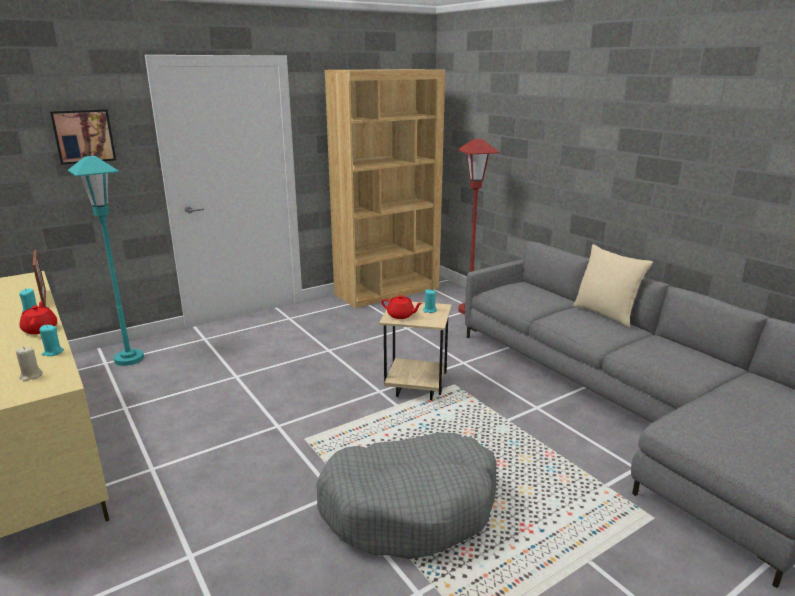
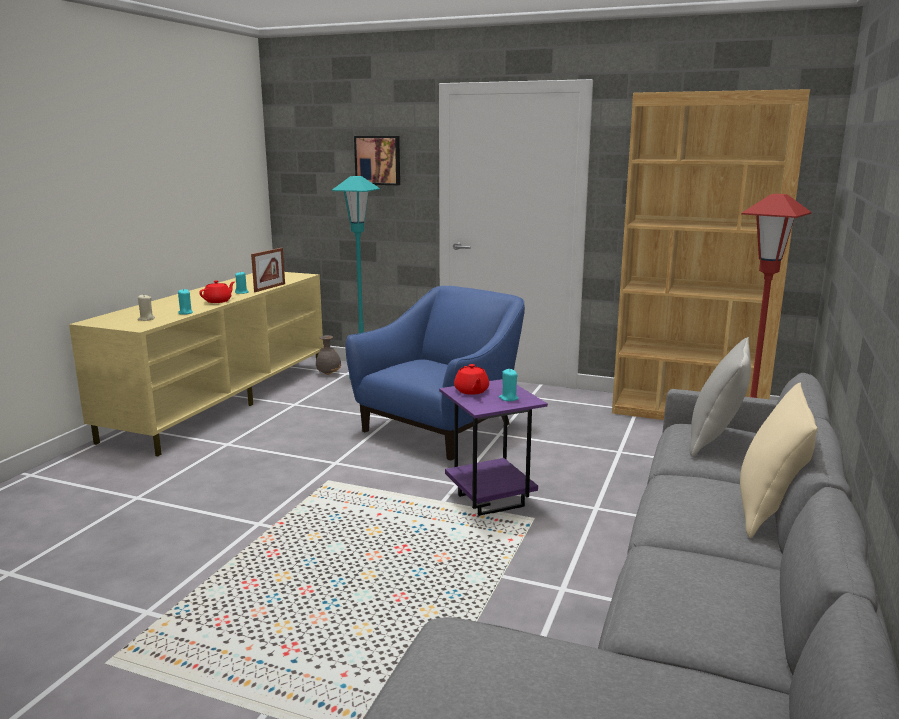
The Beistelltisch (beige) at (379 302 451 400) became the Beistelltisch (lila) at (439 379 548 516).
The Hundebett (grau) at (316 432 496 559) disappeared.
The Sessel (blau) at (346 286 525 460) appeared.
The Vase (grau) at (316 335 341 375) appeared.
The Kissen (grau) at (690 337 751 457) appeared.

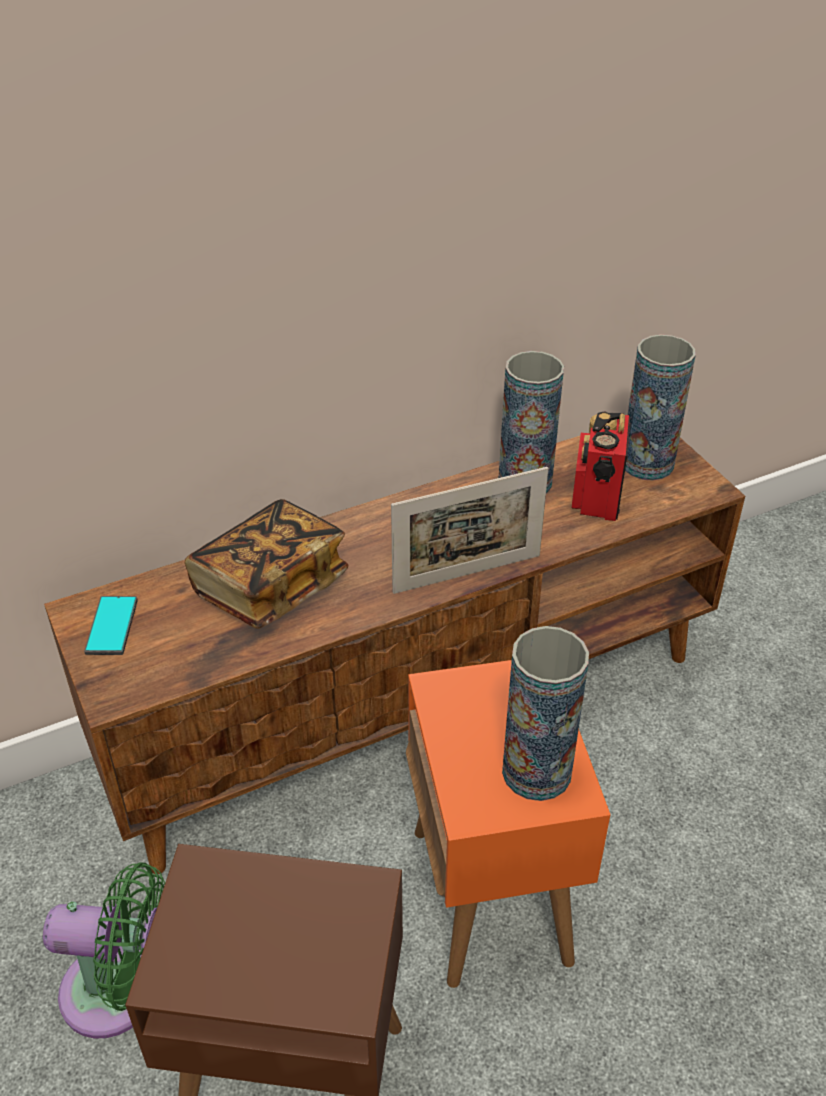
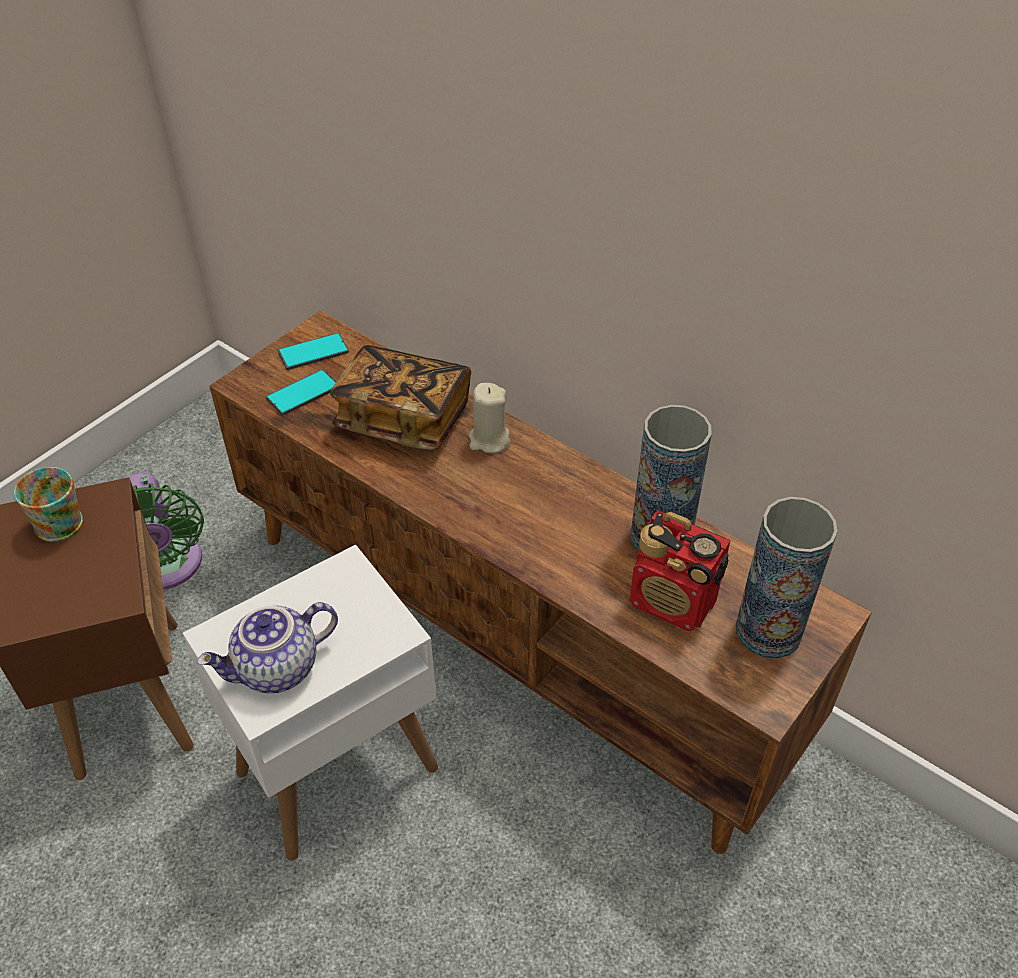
The Radio at (571 411 631 521) turned 135 degrees counterclockwise.
The Bilderrahmen at (391 467 548 594) disappeared.
The Vase at (502 626 589 801) was replaced by the Teekanne at (197 602 338 693).
The Beistelltisch (orange) at (406 660 610 988) became the Beistelltisch (weiß) at (183 545 438 861).
The Handy at (266 369 336 416) appeared.
The Kerze (beige) at (469 383 510 453) appeared.
The Henkelbecher at (14 467 83 542) appeared.

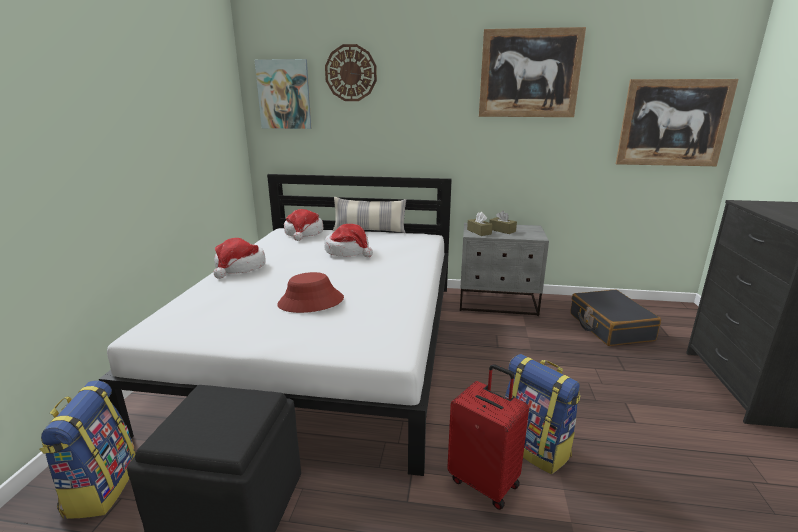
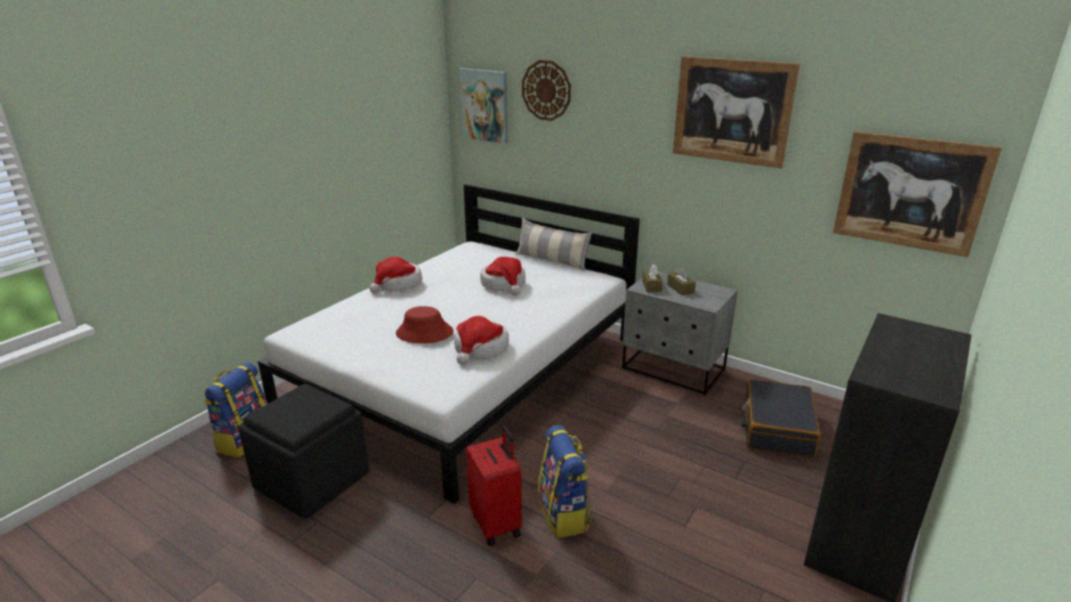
The Hut moved from (284 209 323 241) to (454 316 509 365).

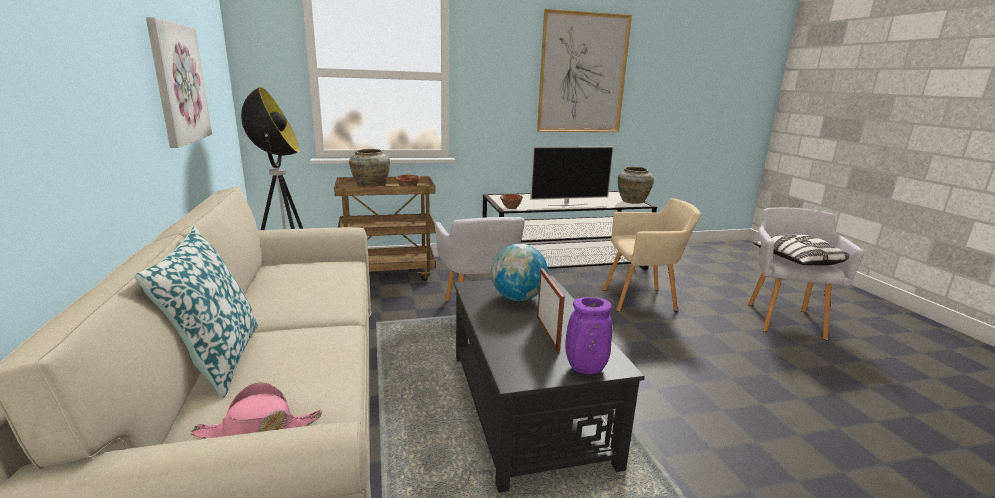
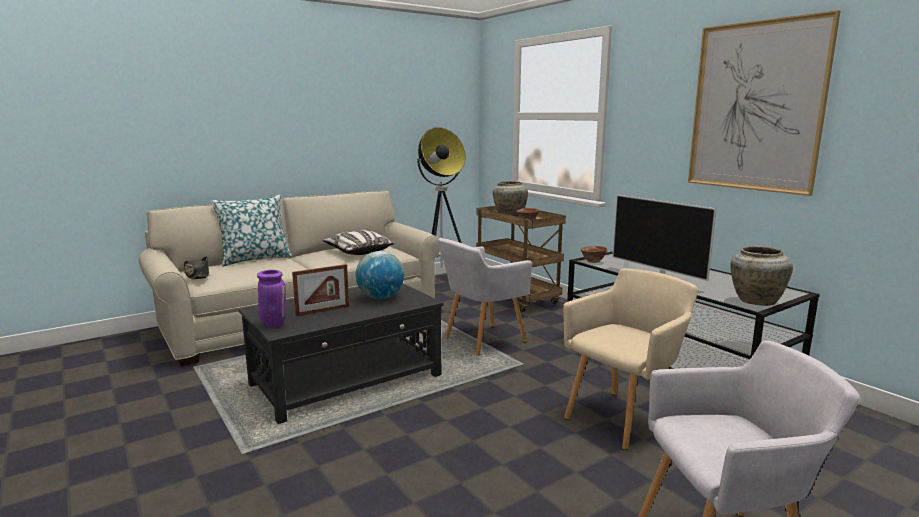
The Bild at (146 17 212 148) disappeared.
The Sessel (beige) at (603 198 701 311) turned 105 degrees counterclockwise.
The Kissen moved from (753 234 849 266) to (323 230 395 255).
The Hut (rosa) at (191 382 322 439) became the Hut (schwarz) at (184 256 209 279).

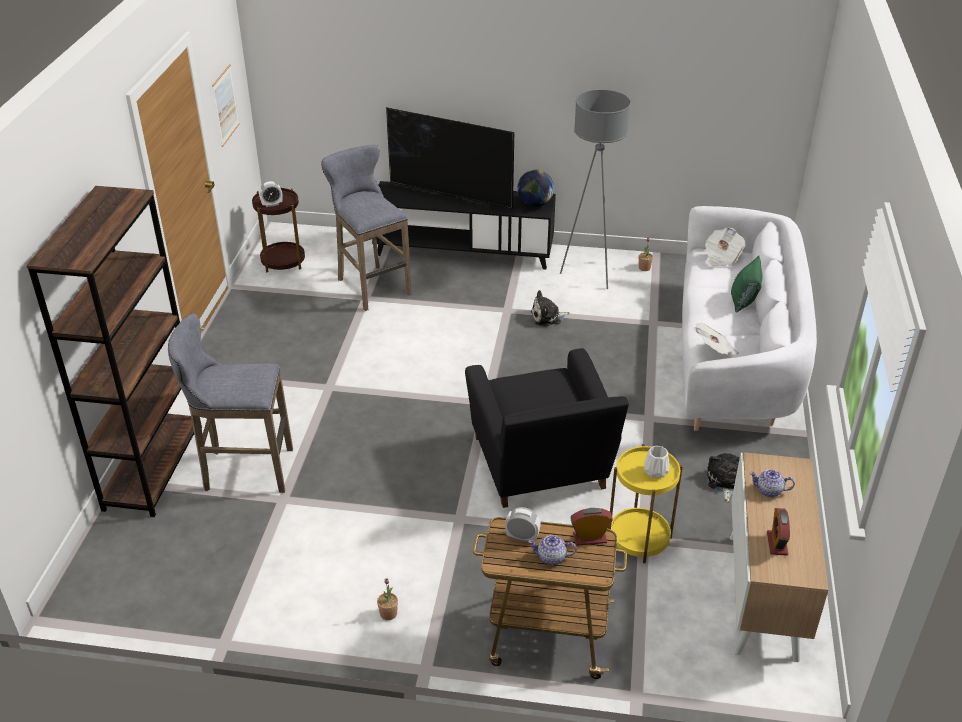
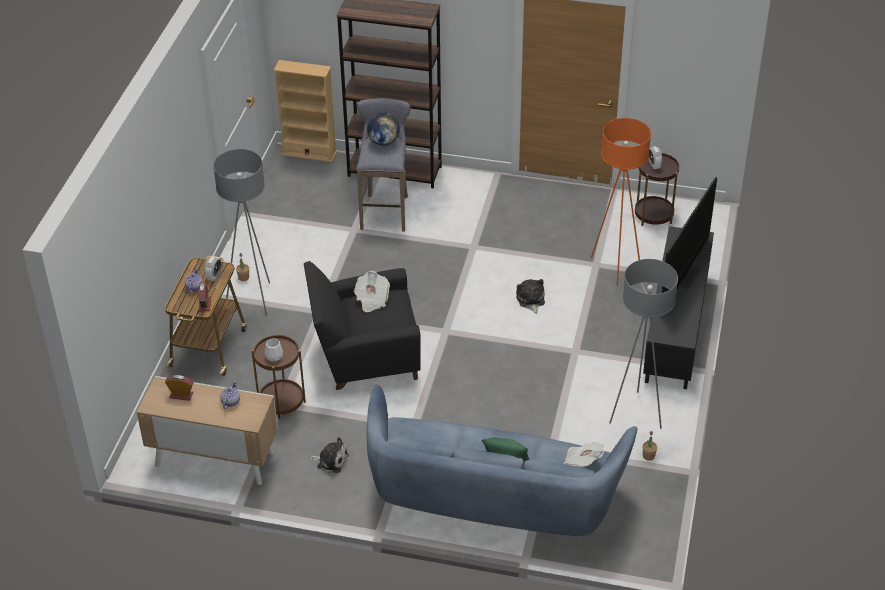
The Bild at (212 64 239 147) disappeared.
The Hocker (grau) at (321 145 412 311) was replaced by the Stehlampe (orange) at (591 118 651 286).
The Globus moved from (517 170 554 207) to (367 113 400 146).
The Sofa (weiß) at (682 206 817 431) became the Sofa (blau) at (367 385 637 538).
The Plüschtier moved from (531 290 569 327) to (516 279 545 314).
The Zeitung moved from (693 323 739 355) to (354 271 390 312).
The Beistelltisch (gelb) at (608 444 683 563) became the Beistelltisch (braun) at (251 333 306 419).
The Bücherregal (beige) at (274 60 337 162) appeared.
The Stehlampe (grau) at (213 149 270 316) appeared.

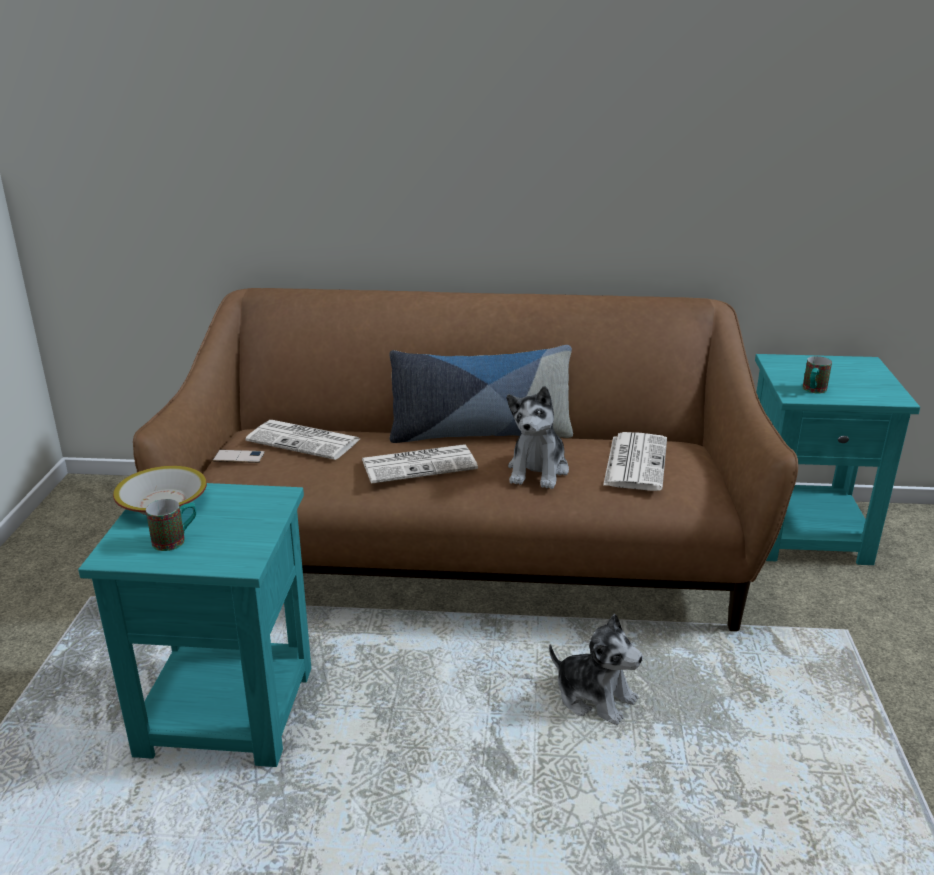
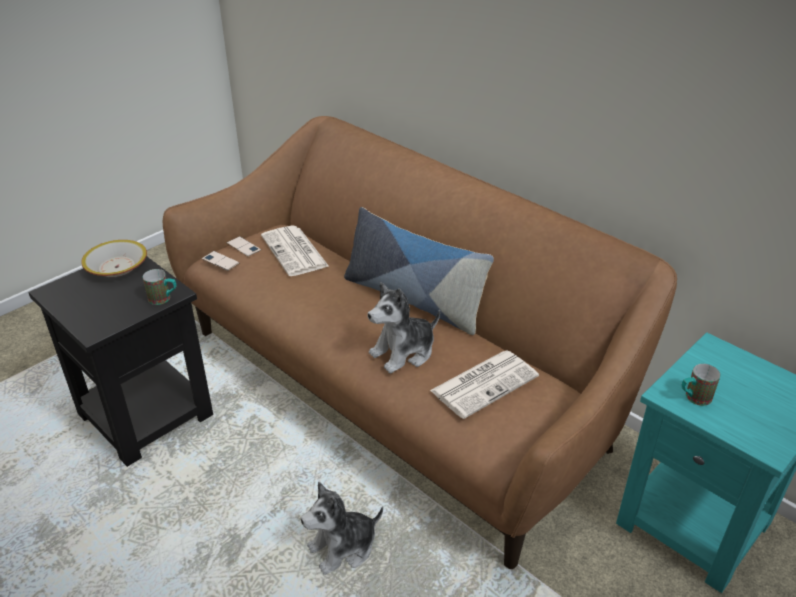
The Zeitung at (362 444 478 484) disappeared.
The Beistelltisch (türkis) at (78 483 311 767) became the Beistelltisch (schwarz) at (28 257 213 467).
The Henkelbecher moved from (146 499 196 551) to (143 269 177 305).
The Plüschtier at (549 614 643 725) turned 75 degrees clockwise.
The Handy at (202 251 239 271) appeared.

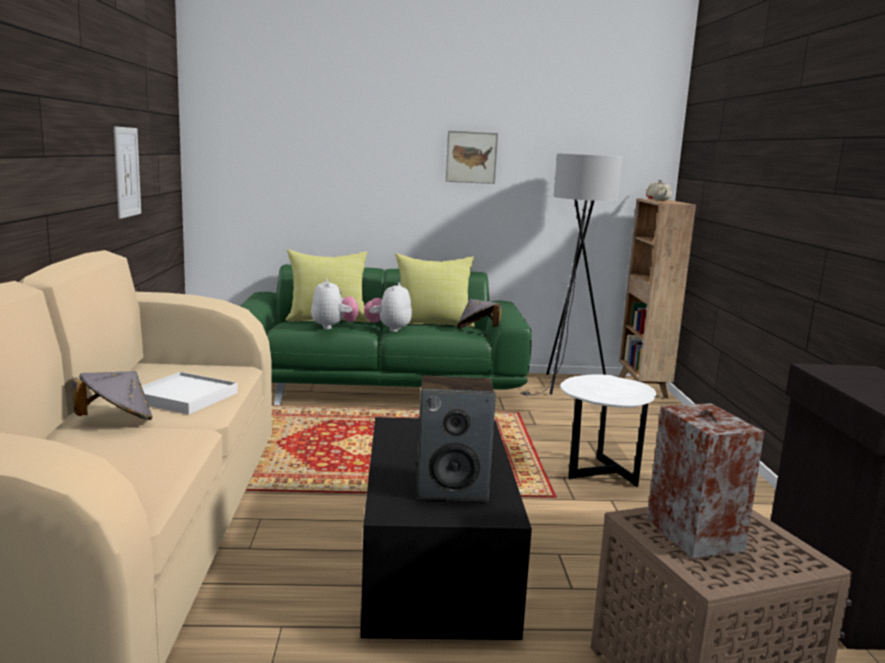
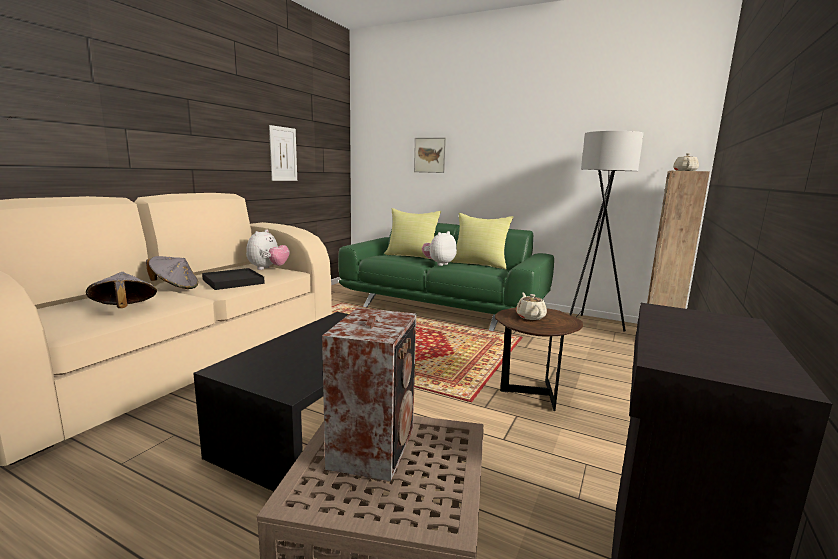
The Bild moved from (446 131 498 184) to (414 138 446 173).
The Plüschtier moved from (311 279 359 329) to (246 229 289 270).
The Hut (grau) moved from (457 299 501 329) to (86 272 157 308).
The Tablett (weiß) at (142 372 238 414) became the Tablett (schwarz) at (202 268 265 290).
The Beistelltisch (weiß) at (560 374 656 487) became the Beistelltisch (braun) at (495 308 583 411).
The Lautsprecher at (416 376 496 502) disappeared.
The Teekanne (beige) at (516 293 547 320) appeared.

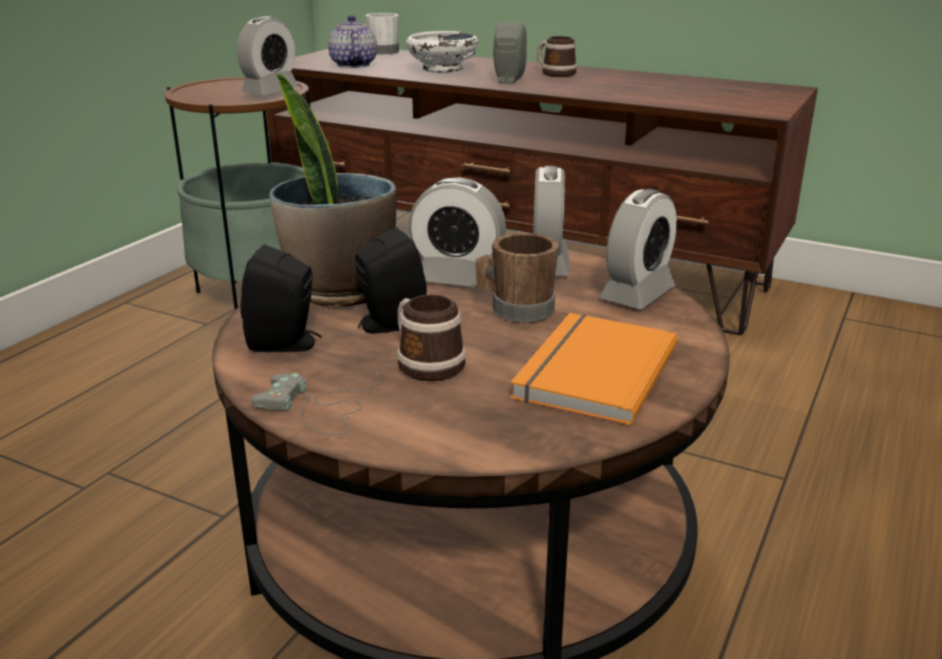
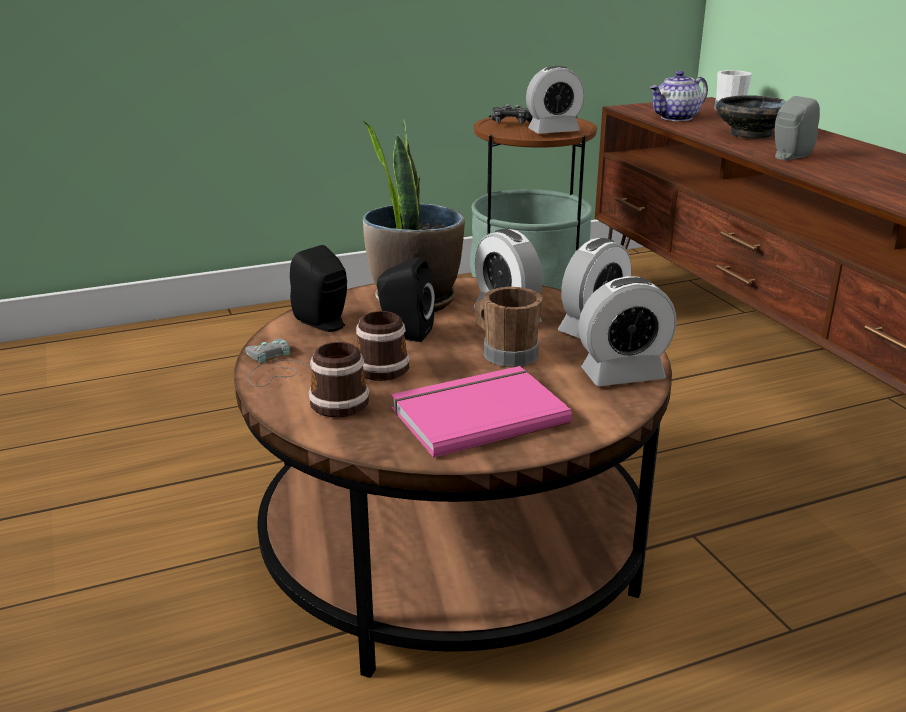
The Teekanne at (328 15 377 68) turned 150 degrees counterclockwise.
The Schüssel (weiß) at (406 31 478 73) became the Schüssel (schwarz) at (716 95 787 139).
The Henkelbecher moved from (537 36 577 77) to (309 342 369 417).
The Buch (orange) at (510 313 678 426) became the Buch (rosa) at (391 366 572 458).
The Gamepad at (492 104 533 124) appeared.

